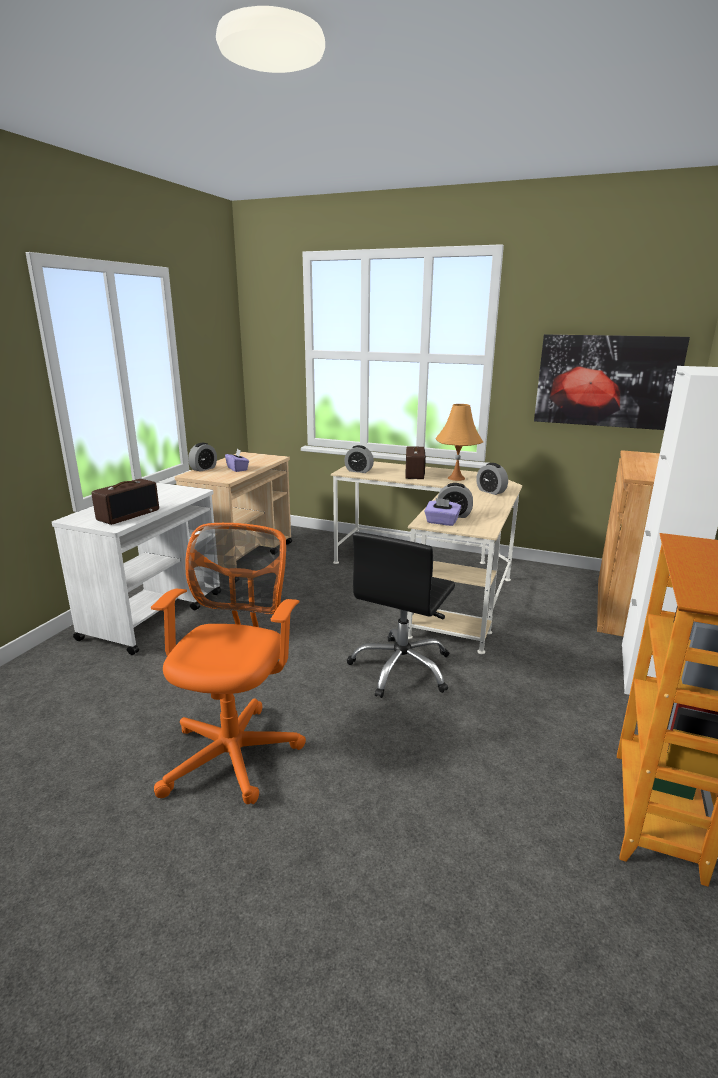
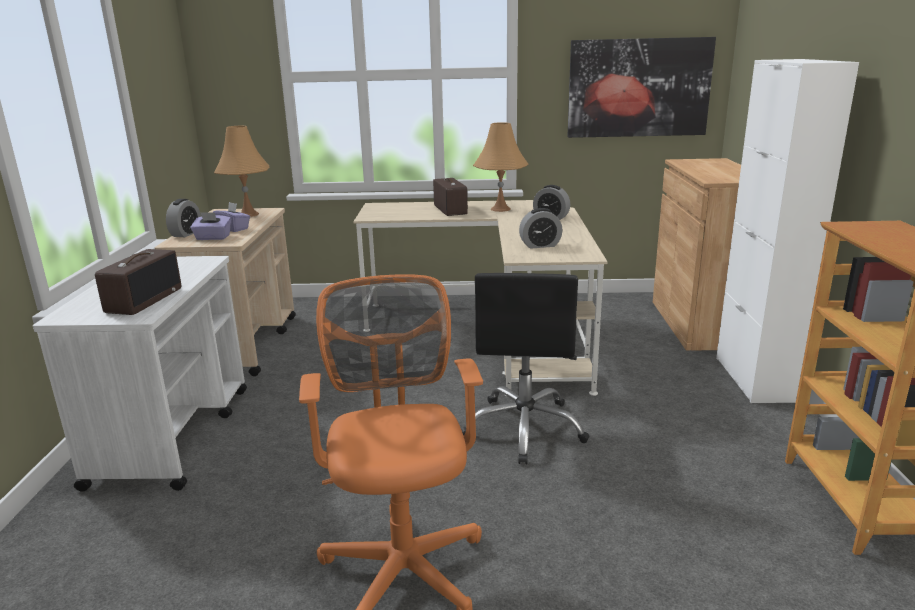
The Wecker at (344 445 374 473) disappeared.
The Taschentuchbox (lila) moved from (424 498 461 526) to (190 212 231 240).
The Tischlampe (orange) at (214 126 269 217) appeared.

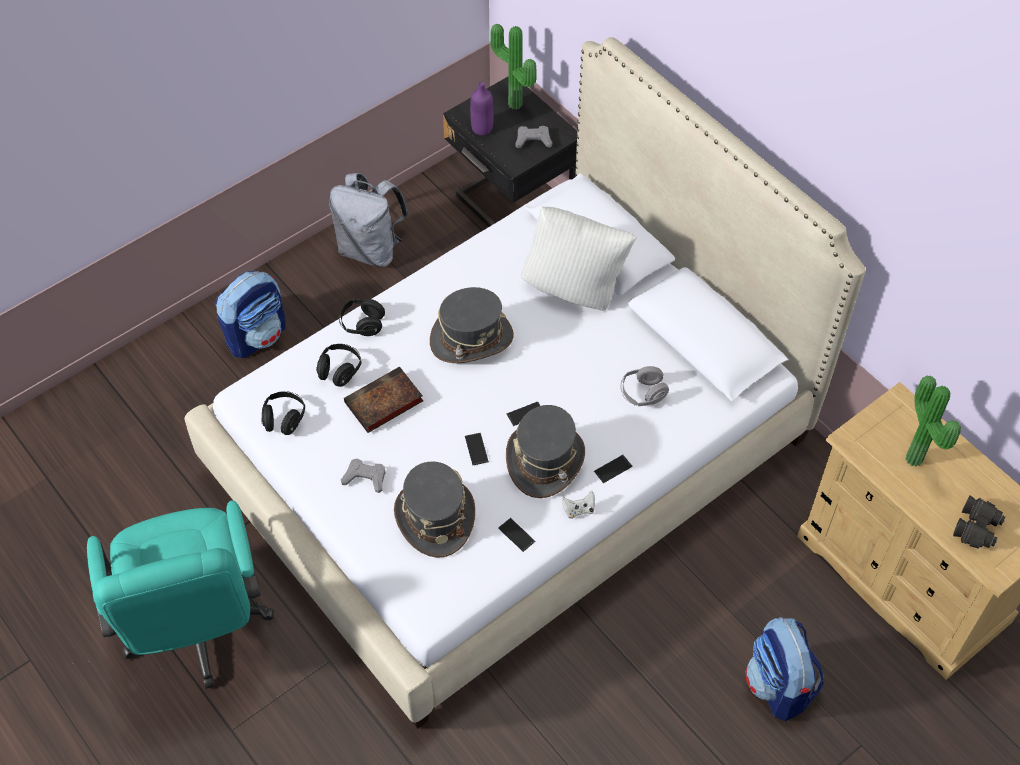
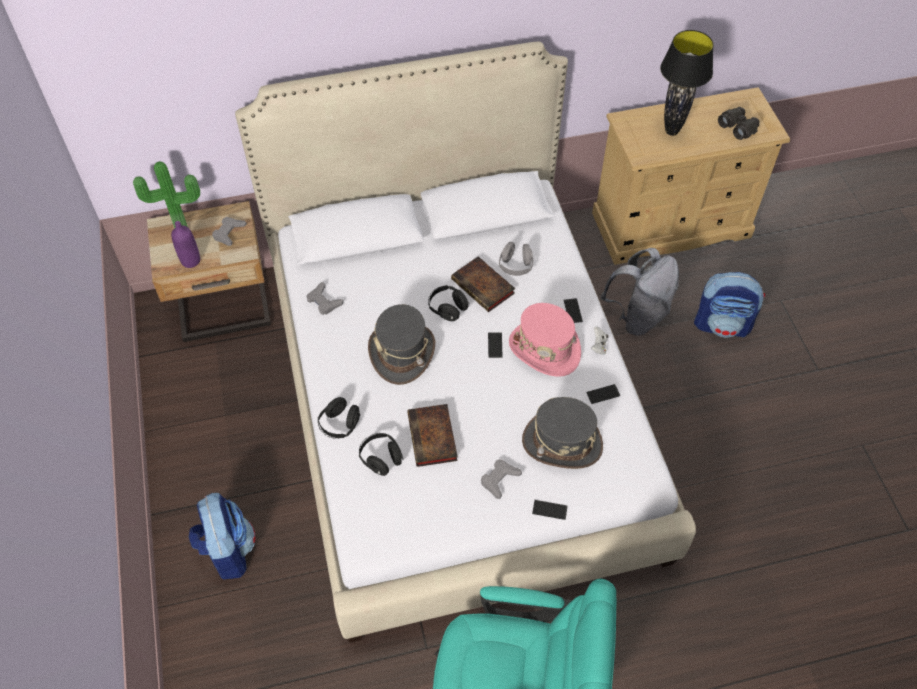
The Nachttisch (schwarz) at (443 77 577 227) became the Nachttisch (beige) at (147 201 271 342).
The Rucksack (grau) moved from (329 173 409 267) to (601 248 679 336).
The Kissen (weiß) at (521 206 637 311) disappeared.
The Topfpflanze at (906 376 961 467) was replaced by the Tischlampe (schwarz) at (660 30 714 136).
The Kopfhörer (schwarz) moved from (262 391 305 435) to (428 285 470 321).
The Hut (grau) at (506 405 585 498) became the Hut (rosa) at (509 303 581 377).
The Handy moved from (465 433 489 465) to (532 500 568 520).
The Buch at (451 256 515 312) appeared.
The Gamepad (grau) at (306 282 343 315) appeared.

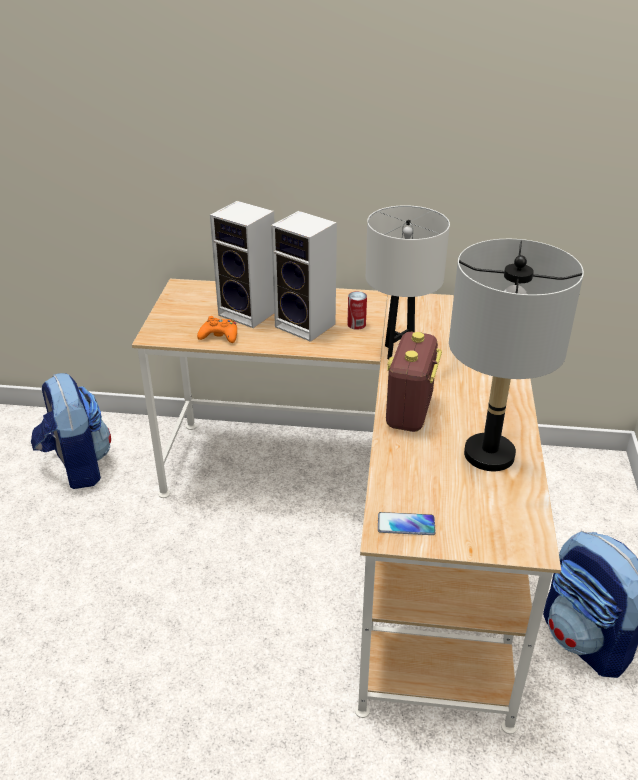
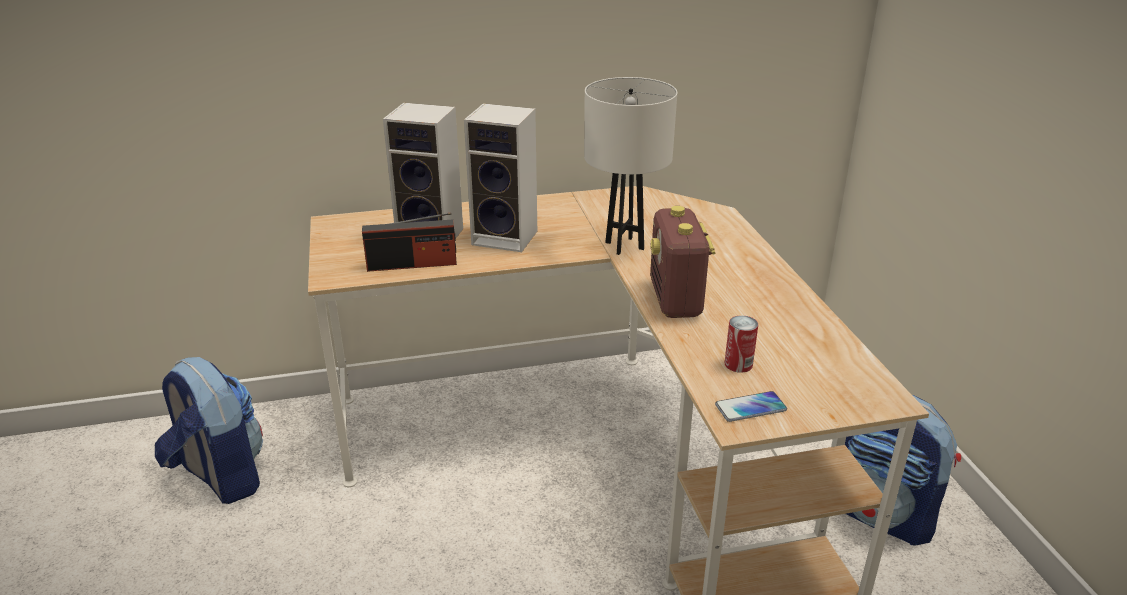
The Tischlampe (grau) at (449 239 584 471) disappeared.
The Dose moved from (347 291 367 330) to (725 315 758 373).
The Gamepad (orange) at (197 316 237 343) was replaced by the Radio at (362 212 457 272).

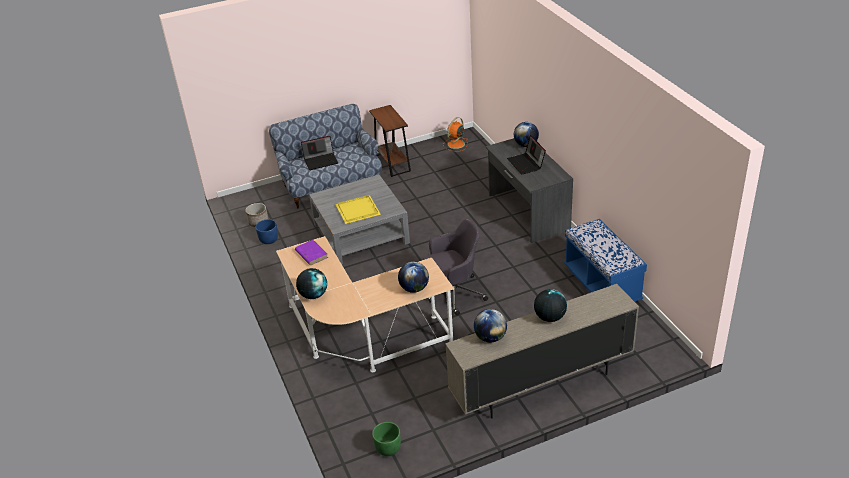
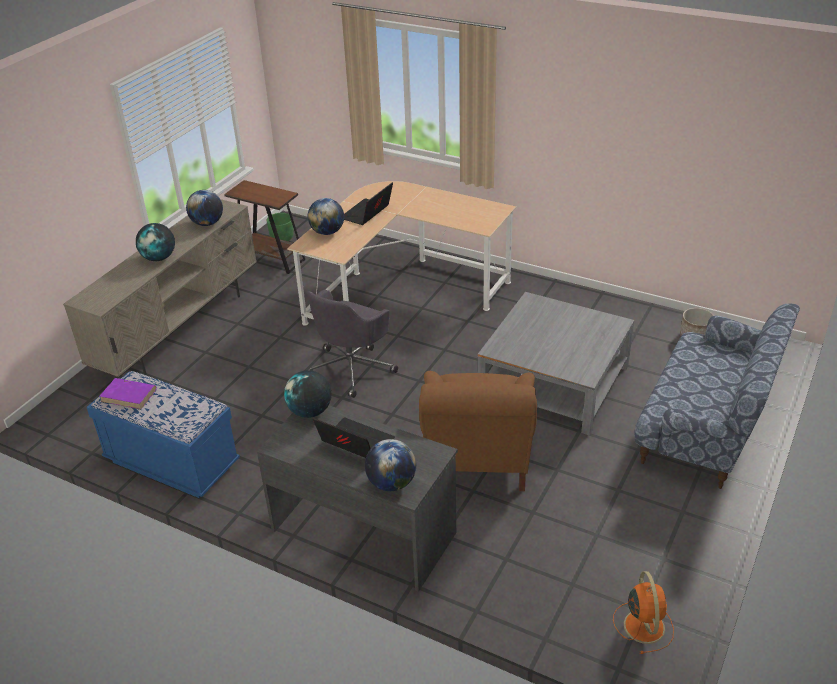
The Beistelltisch (braun) moved from (369 105 411 177) to (224 180 305 274).
The Laptop moved from (301 136 338 170) to (344 182 393 225).
The Tablett (gelb) at (335 195 381 224) disappeared.
The Pflanzkübel (blau) at (256 219 278 244) disappeared.
The Buch (lila) moved from (295 240 328 265) to (99 378 157 410).
The Globus moved from (296 268 327 299) to (284 370 332 418).
The Sessel (braun) at (419 371 537 491) appeared.

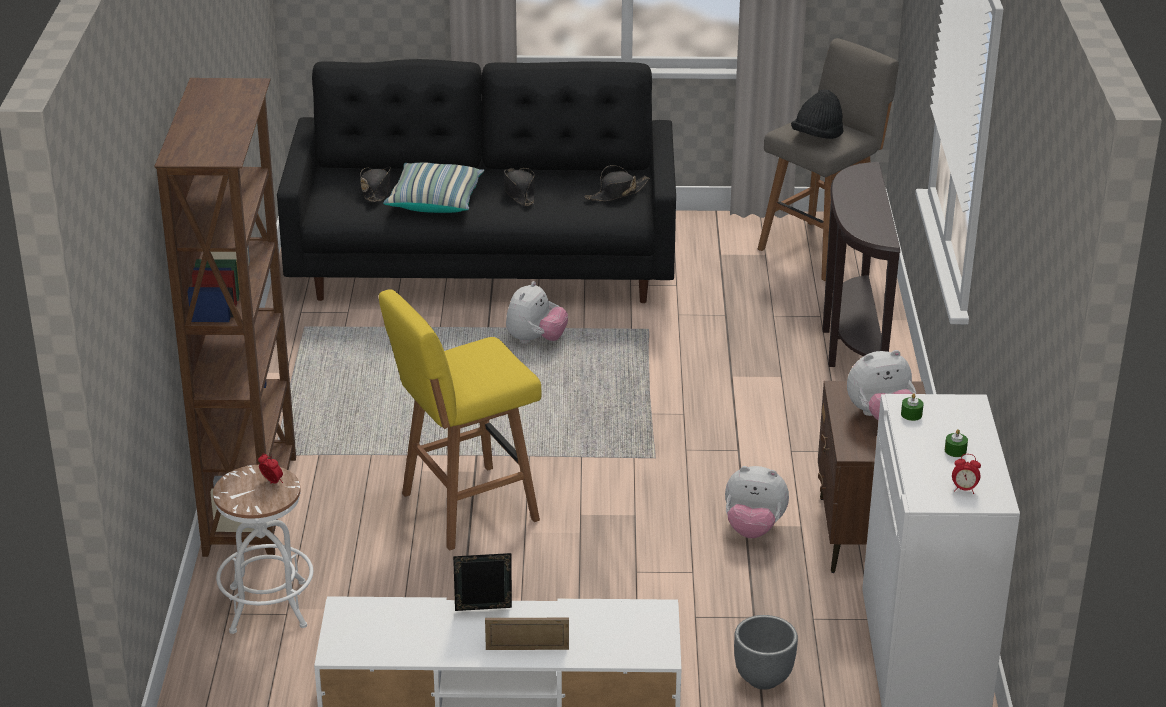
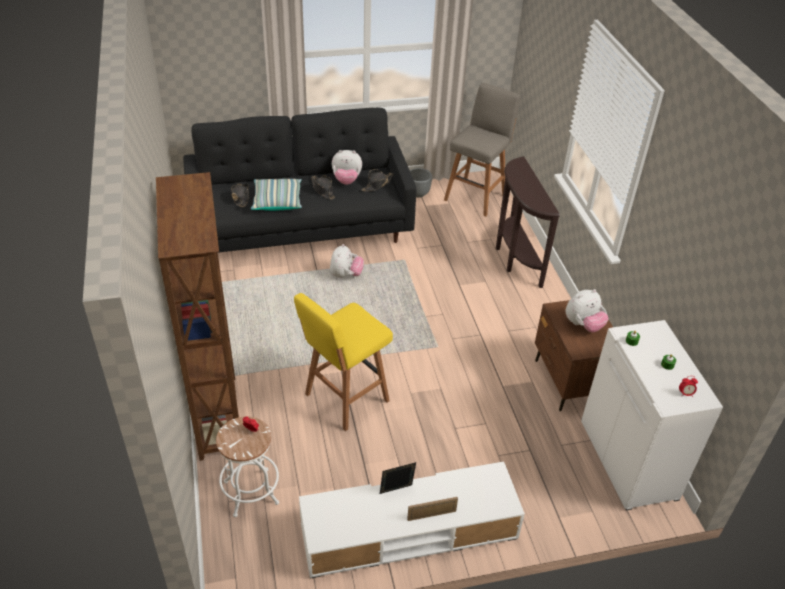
The Hut (schwarz) at (791 89 844 139) disappeared.
The Plüschtier moved from (725 466 789 538) to (332 150 362 185).
The Pflanzkübel (grau) moved from (734 615 798 690) to (410 168 432 198).

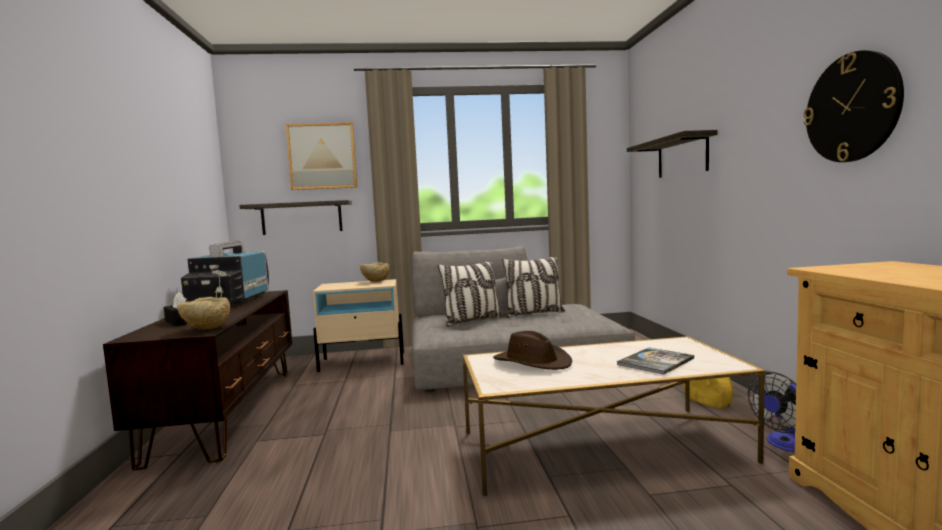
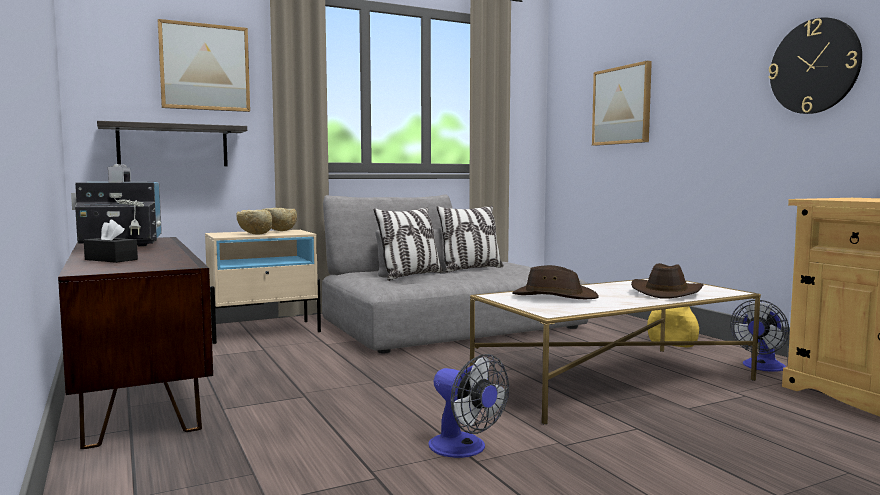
The Wandregal at (627 130 717 178) was replaced by the Bild at (592 61 652 146).
The Schüssel (beige) moved from (177 297 230 329) to (237 210 273 235).
The Buch at (616 347 694 374) was replaced by the Hut (braun) at (631 263 703 299).
The Ventilator at (428 354 509 458) appeared.

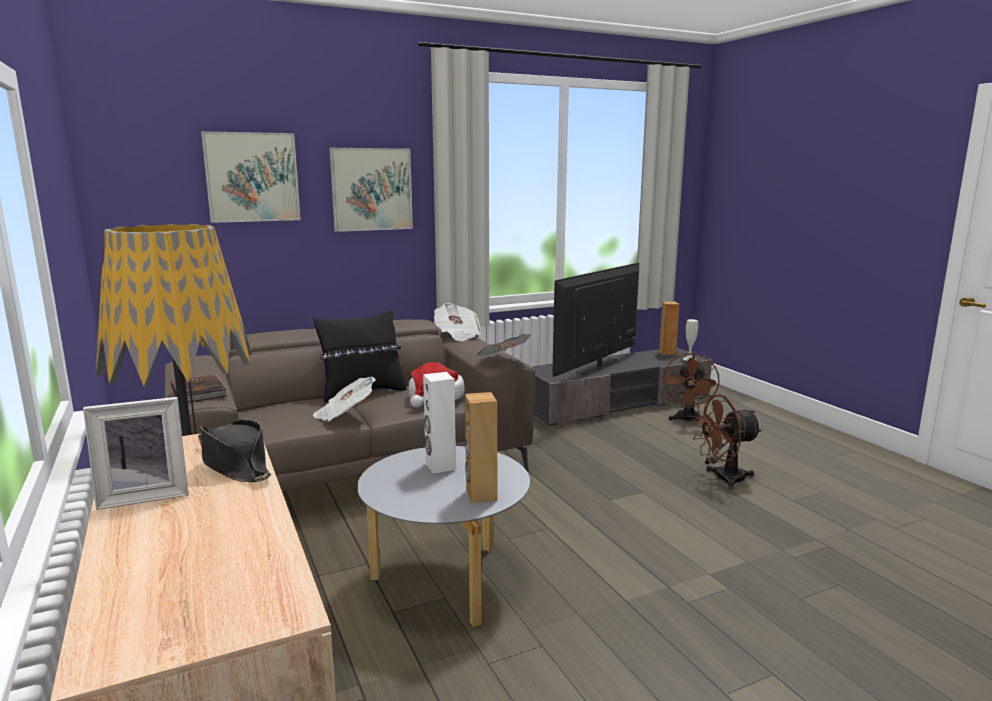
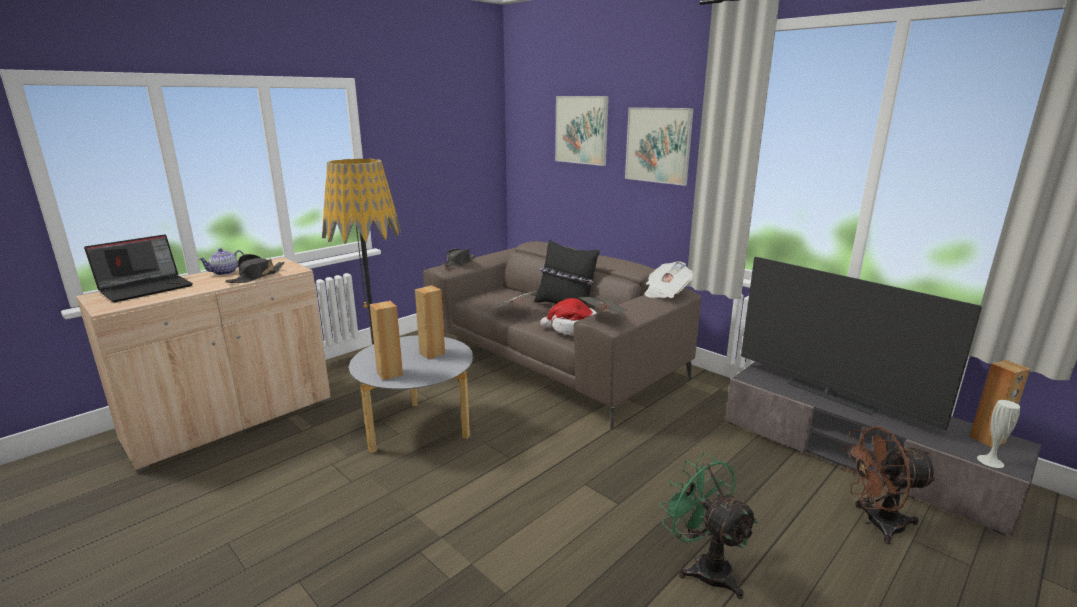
The Fernseher at (552 263 639 377) turned 150 degrees counterclockwise.
The Lautsprecher (weiß) at (423 372 456 474) became the Lautsprecher (braun) at (415 285 445 359).
The Buch (braun) at (171 374 227 403) was replaced by the Hut (schwarz) at (442 249 476 267).
The Ventilator (braun) at (691 394 762 490) became the Ventilator (grün) at (659 453 759 599).
The Bilderrahmen at (83 397 189 510) was replaced by the Teekanne at (198 248 244 275).
The Laptop at (84 234 193 302) appeared.

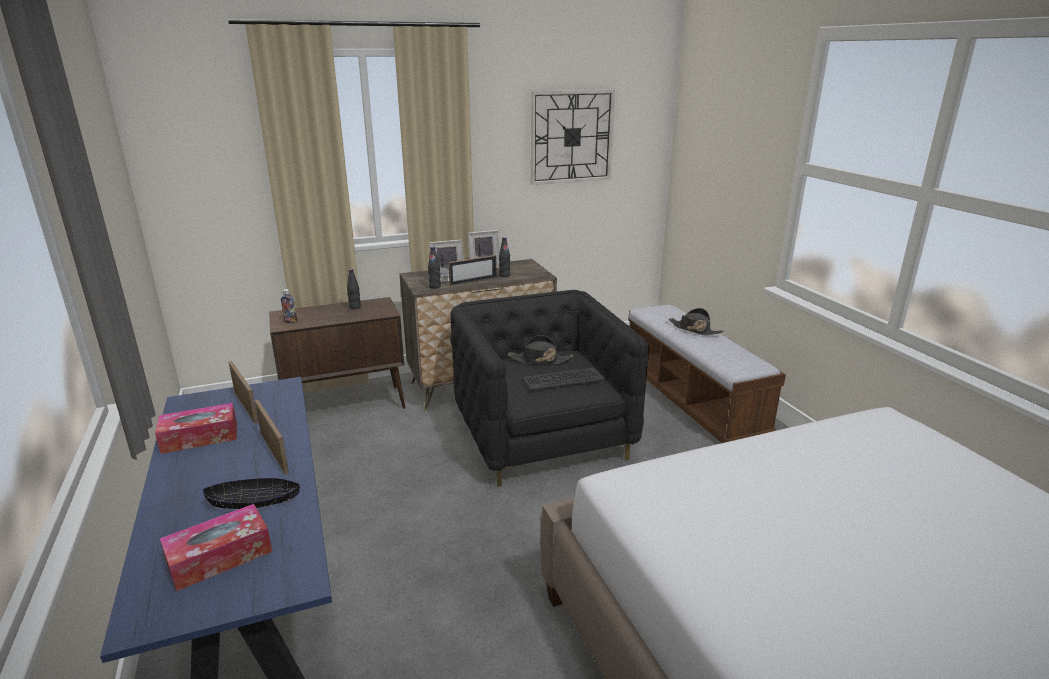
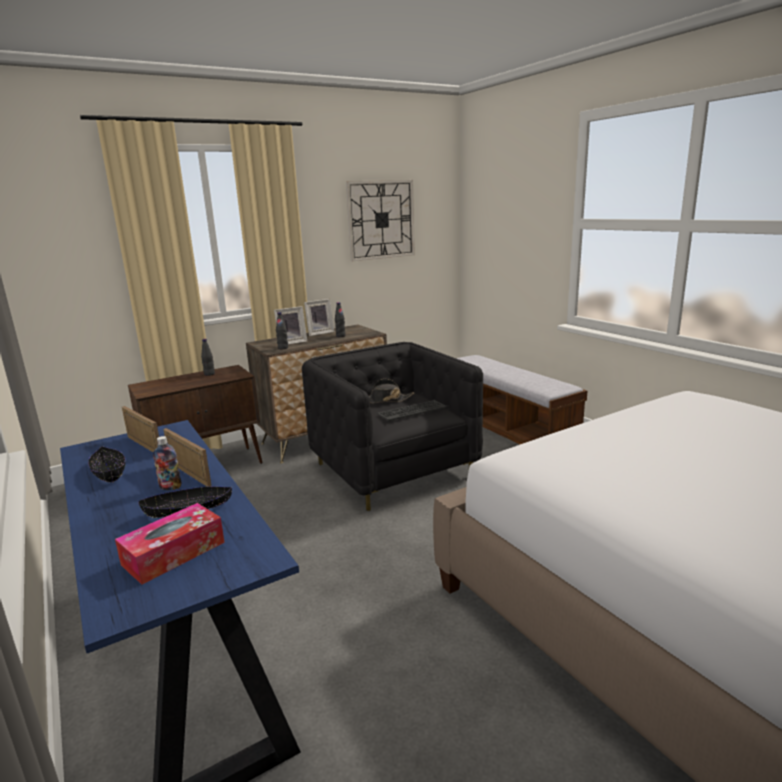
The Bilderrahmen at (448 255 497 286) disappeared.
The Flasche moved from (281 289 297 323) to (153 436 181 490).
The Hut (schwarz) at (668 308 724 336) disappeared.
The Taschentuchbox at (155 403 237 454) was replaced by the Schüssel (schwarz) at (88 446 125 482).

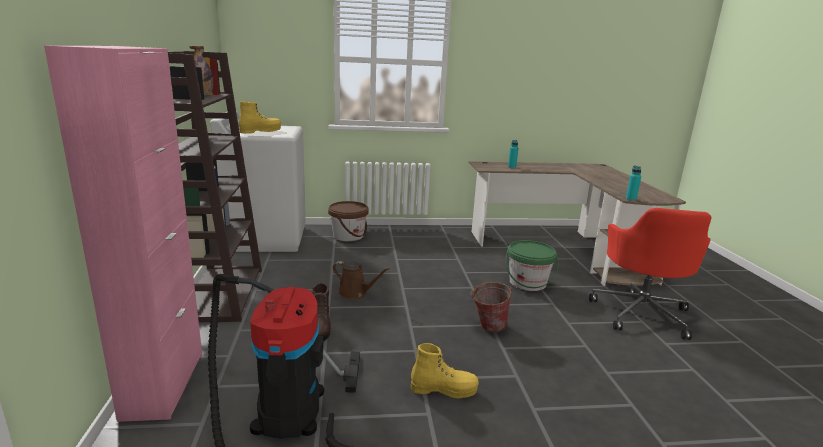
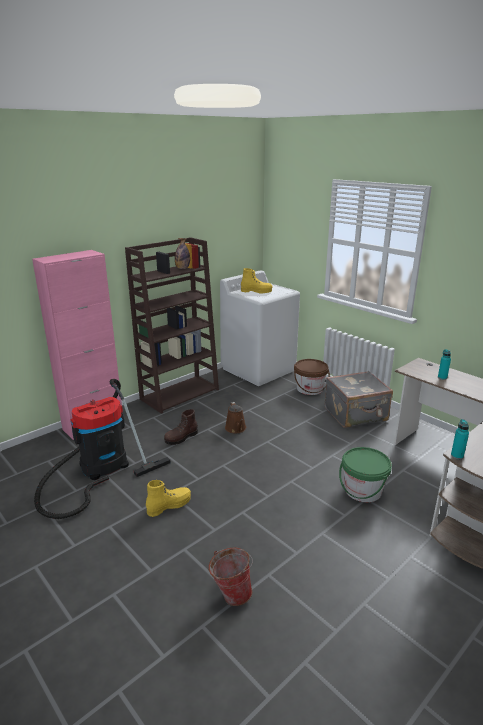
The Bürostuhl (rot) at (589 208 711 340) disappeared.
The Eimer moved from (470 282 512 332) to (209 547 253 606).
The Stiefel (gelb) at (411 343 479 399) turned 90 degrees counterclockwise.
The Koffer (grau) at (325 371 393 428) appeared.

